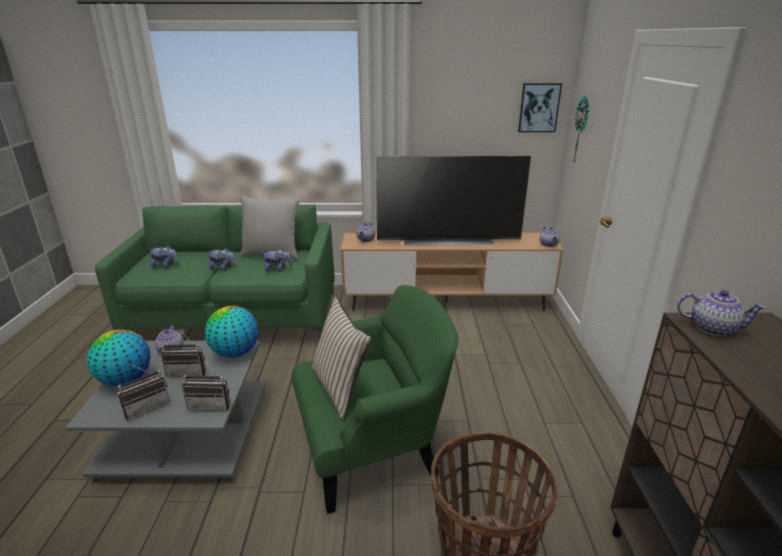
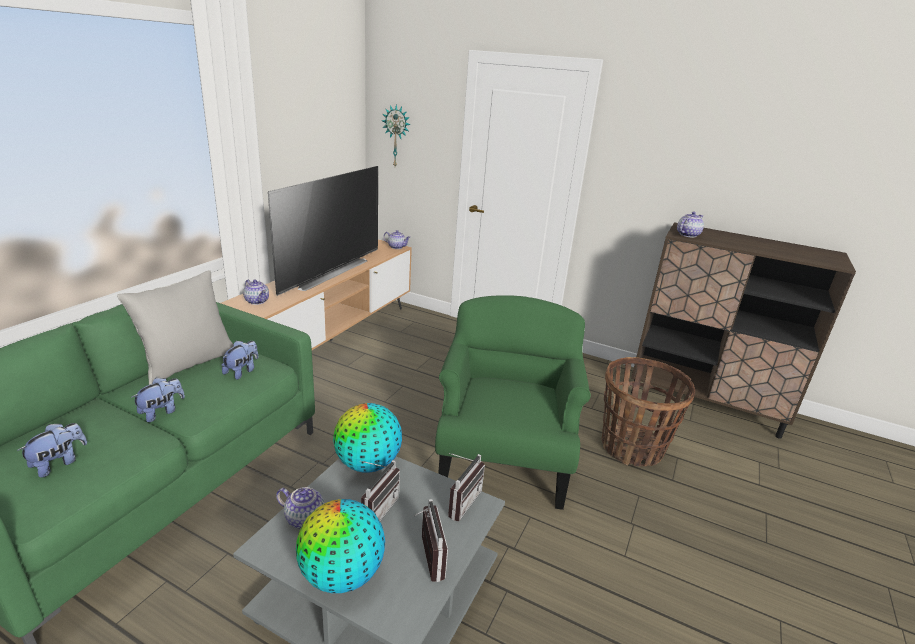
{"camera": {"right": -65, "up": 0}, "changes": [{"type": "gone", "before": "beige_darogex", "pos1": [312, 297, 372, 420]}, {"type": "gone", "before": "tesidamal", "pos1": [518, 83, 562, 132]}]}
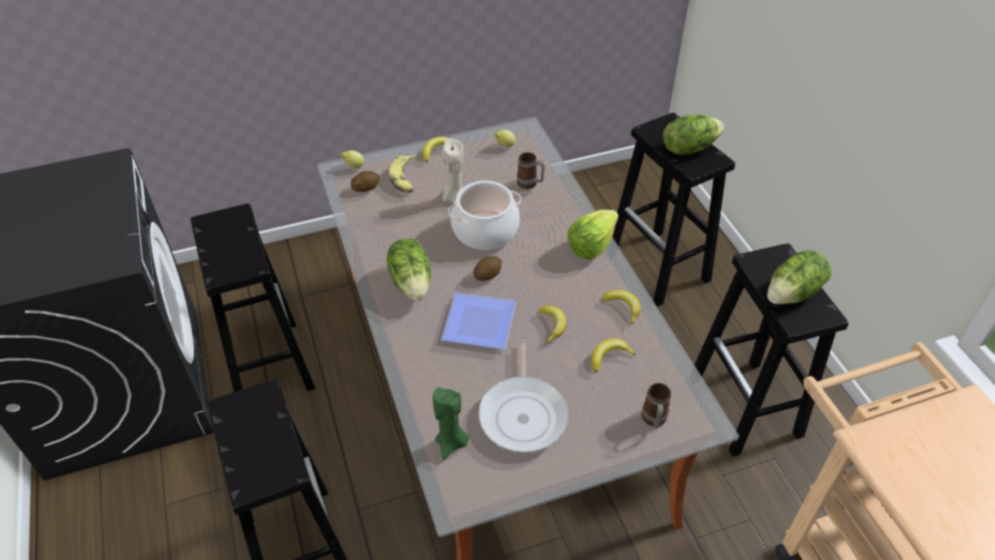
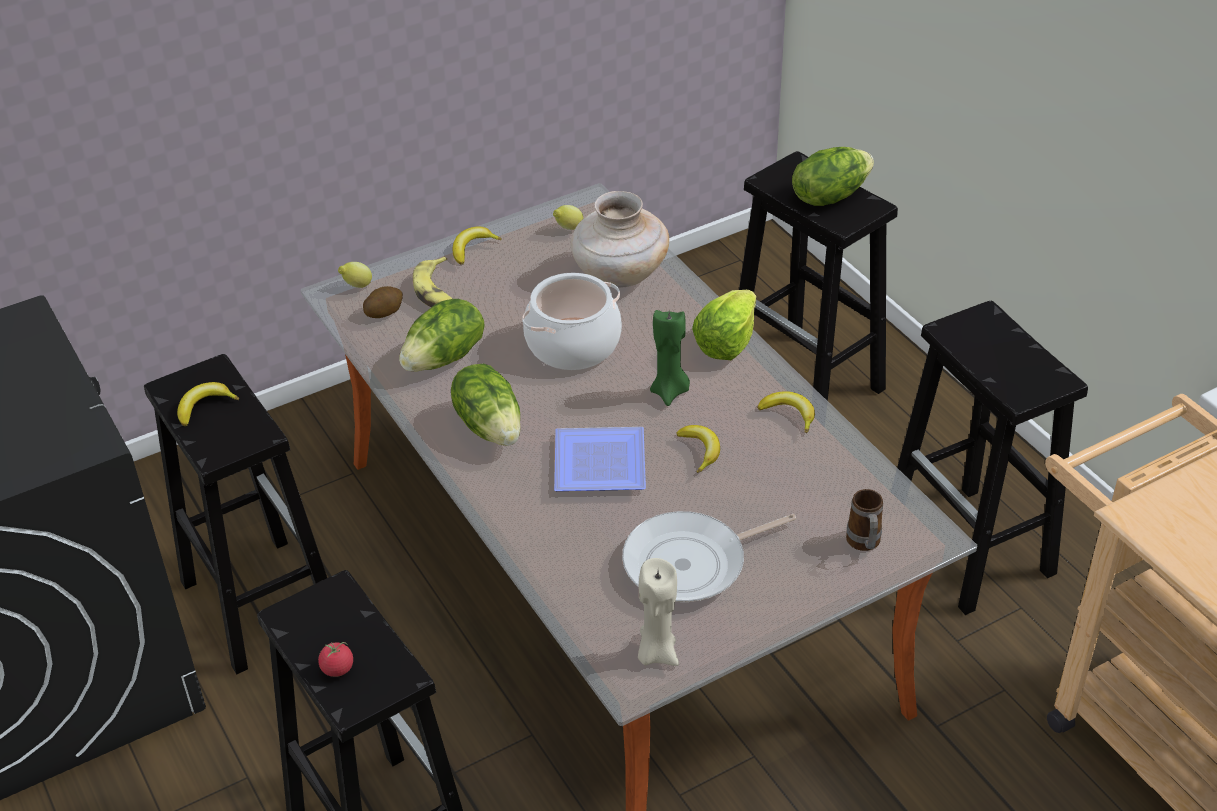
{"camera": {"right": -10, "up": -5}, "changes": [{"type": "shifted", "before": "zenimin", "pos1": [591, 338, 636, 372], "pos2": [177, 382, 239, 426]}, {"type": "new", "after": "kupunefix", "pos2": [318, 642, 353, 677]}, {"type": "shifted", "before": "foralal", "pos1": [767, 250, 831, 304], "pos2": [399, 299, 485, 372]}, {"type": "swapped", "before": "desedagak", "after": "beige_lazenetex", "pos1": [517, 152, 545, 189], "pos2": [571, 191, 669, 288]}, {"type": "rotated", "before": "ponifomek", "pos1": [478, 339, 569, 453], "pos2": [622, 511, 797, 602], "turn": 75}, {"type": "shifted", "before": "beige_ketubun", "pos1": [442, 139, 463, 203], "pos2": [638, 558, 679, 666]}, {"type": "shifted", "before": "green_ketubun", "pos1": [433, 388, 469, 460], "pos2": [650, 310, 690, 406]}, {"type": "gone", "before": "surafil", "pos1": [473, 256, 502, 281]}]}
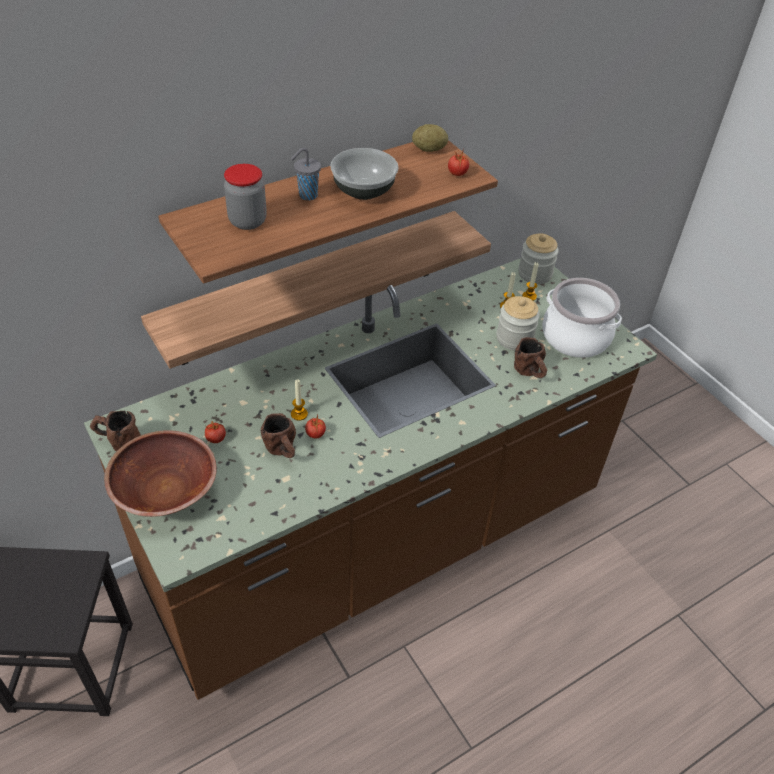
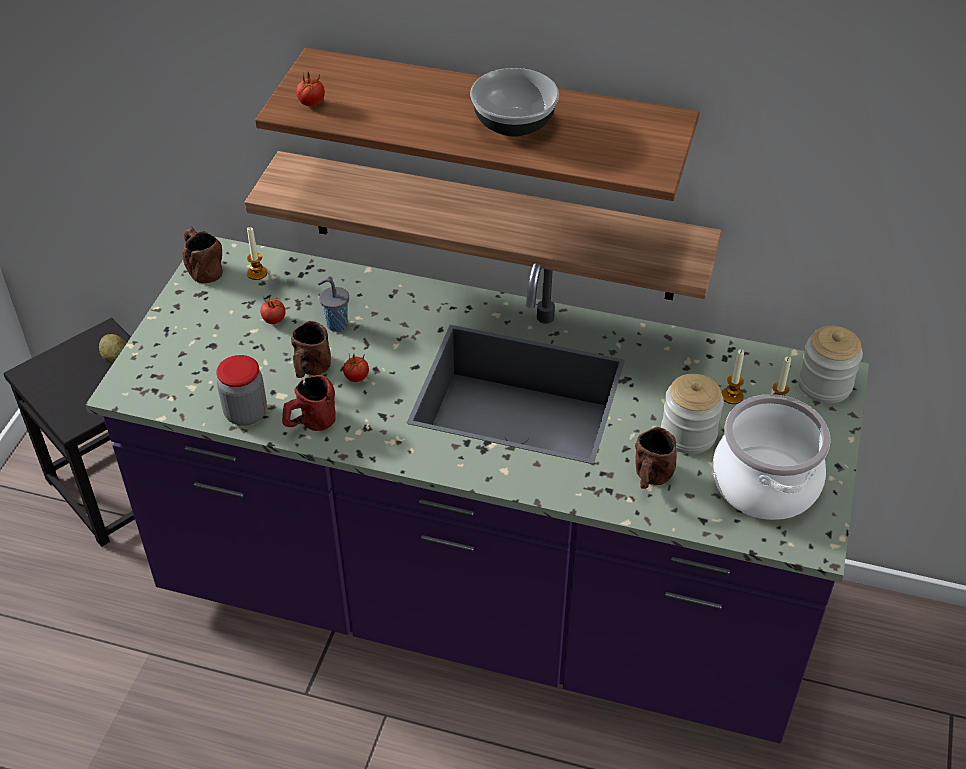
{"camera": {"right": 50, "up": 0}, "changes": [{"type": "repainted", "before": "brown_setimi", "after": "purple_setimi", "pos1": [84, 258, 657, 700], "pos2": [85, 237, 869, 744]}, {"type": "shifted", "before": "surafil", "pos1": [412, 124, 448, 152], "pos2": [99, 334, 127, 364]}, {"type": "shifted", "before": "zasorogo", "pos1": [224, 164, 267, 230], "pos2": [216, 355, 267, 426]}, {"type": "shifted", "before": "ketubun", "pos1": [291, 379, 308, 421], "pos2": [247, 227, 267, 280]}, {"type": "new", "after": "red_desedagak", "pos2": [282, 375, 336, 431]}, {"type": "shifted", "before": "kupunefix", "pos1": [448, 148, 469, 176], "pos2": [296, 72, 325, 106]}, {"type": "shifted", "before": "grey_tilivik", "pos1": [291, 148, 321, 201], "pos2": [318, 278, 349, 332]}, {"type": "gone", "before": "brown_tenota", "pos1": [104, 430, 217, 517]}]}
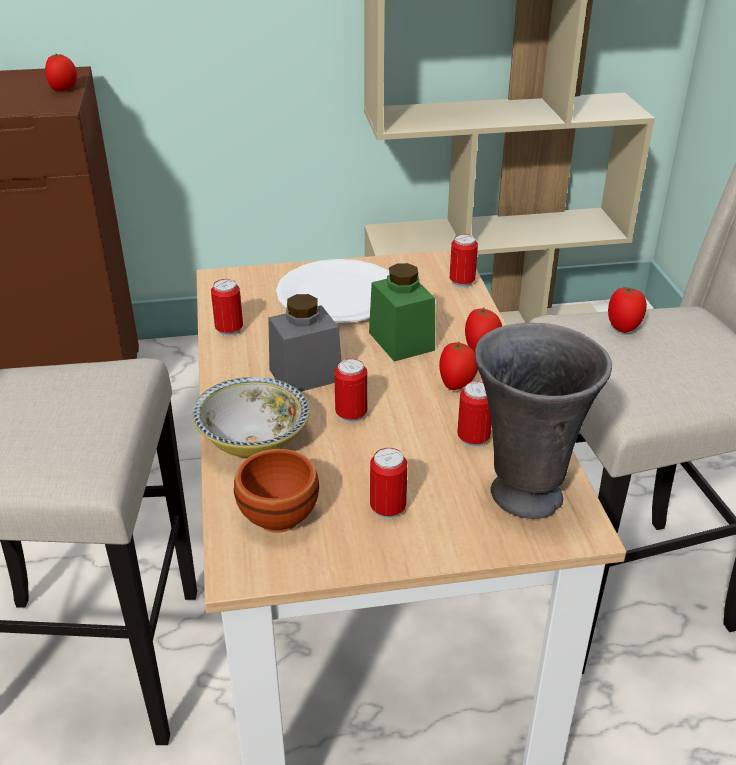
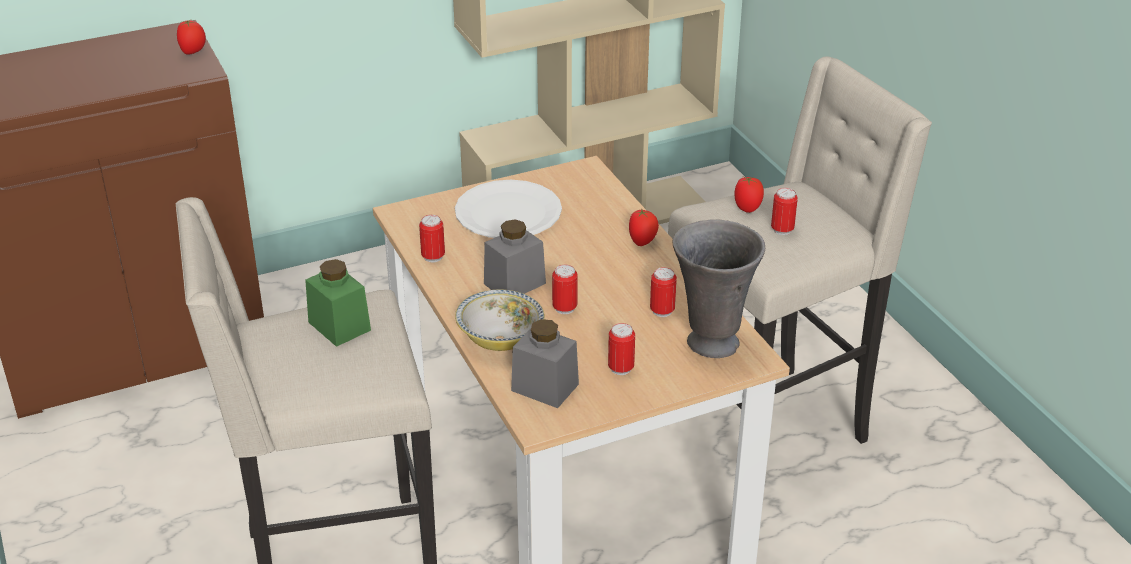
{"camera": {"right": -15, "up": 0}, "changes": [{"type": "shifted", "before": "green_zasorogo", "pos1": [369, 263, 435, 362], "pos2": [305, 259, 371, 347]}, {"type": "swapped", "before": "brown_tenota", "after": "grey_zasorogo", "pos1": [234, 449, 319, 533], "pos2": [511, 319, 579, 408]}, {"type": "shifted", "before": "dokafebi", "pos1": [450, 234, 478, 288], "pos2": [771, 188, 798, 235]}, {"type": "gone", "before": "kupunefix", "pos1": [439, 341, 478, 390]}]}
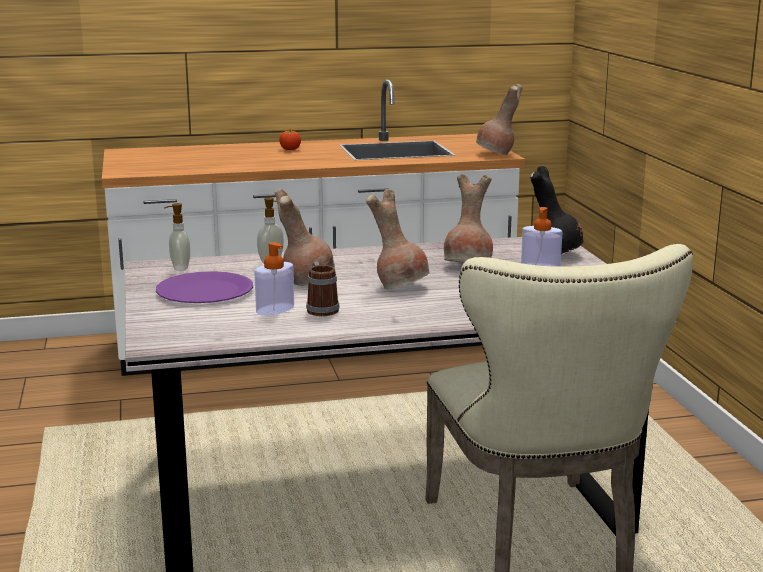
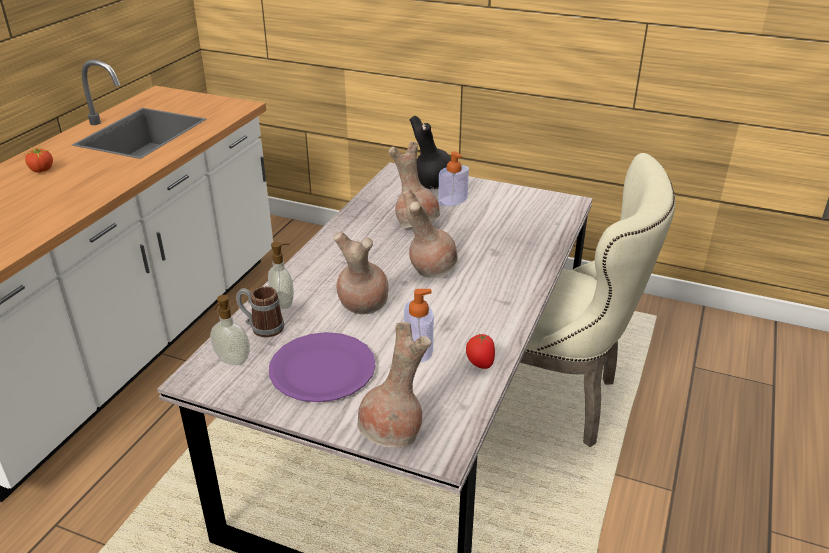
{"camera": {"right": -55, "up": 15}, "changes": [{"type": "shifted", "before": "desedagak", "pos1": [306, 262, 340, 316], "pos2": [236, 286, 284, 338]}, {"type": "shifted", "before": "brown_lazenetex", "pos1": [476, 84, 523, 155], "pos2": [357, 322, 431, 448]}, {"type": "new", "after": "kupunefix", "pos2": [466, 334, 495, 369]}]}
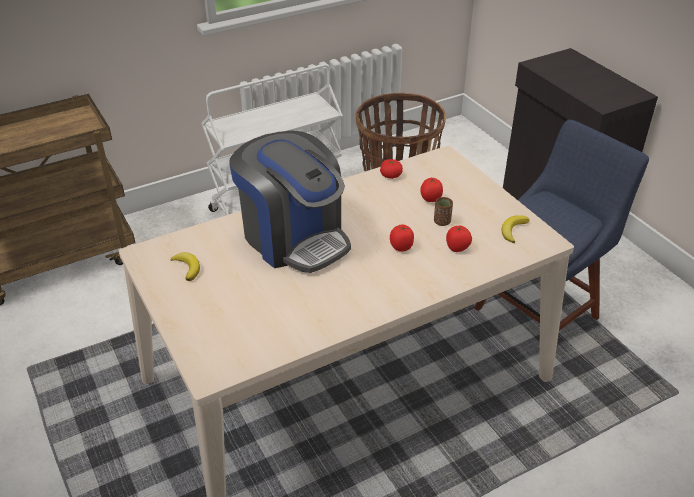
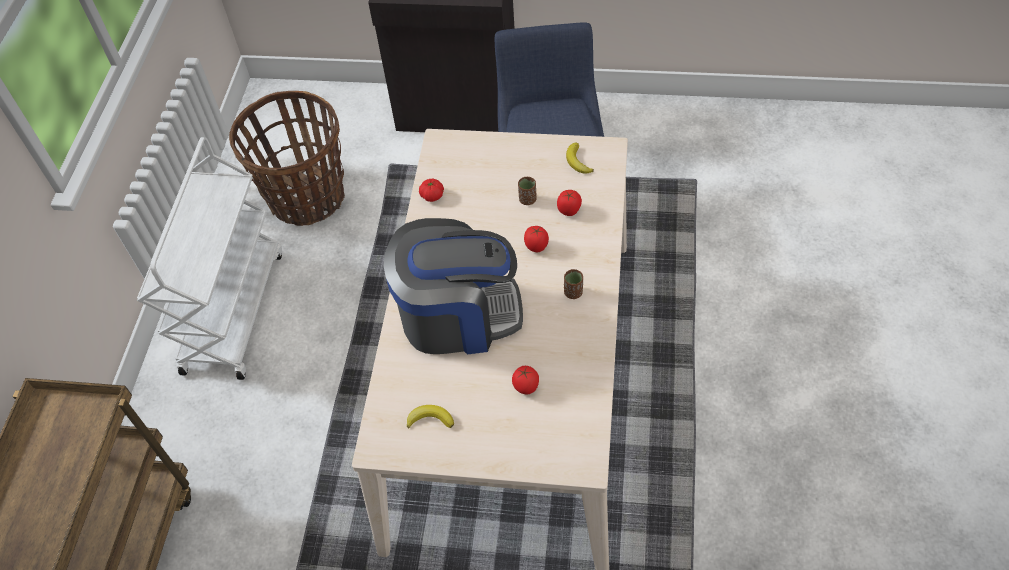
{"camera": {"right": -50, "up": 15}, "changes": [{"type": "shifted", "before": "kupunefix", "pos1": [420, 178, 443, 202], "pos2": [512, 366, 539, 395]}, {"type": "new", "after": "brown_tilivik", "pos2": [564, 269, 583, 299]}]}
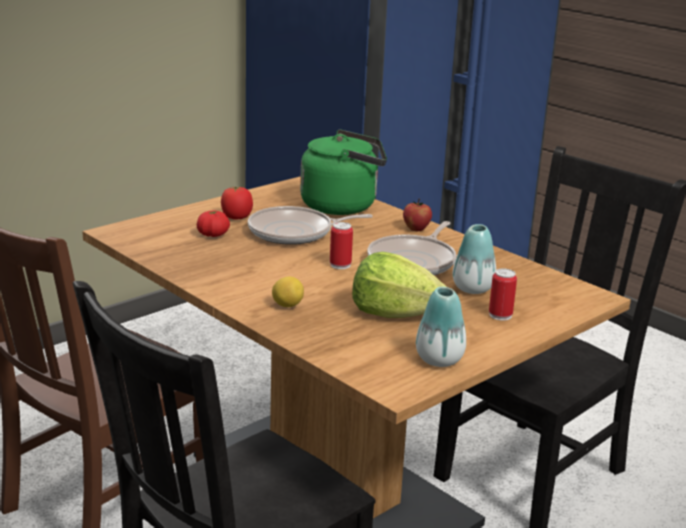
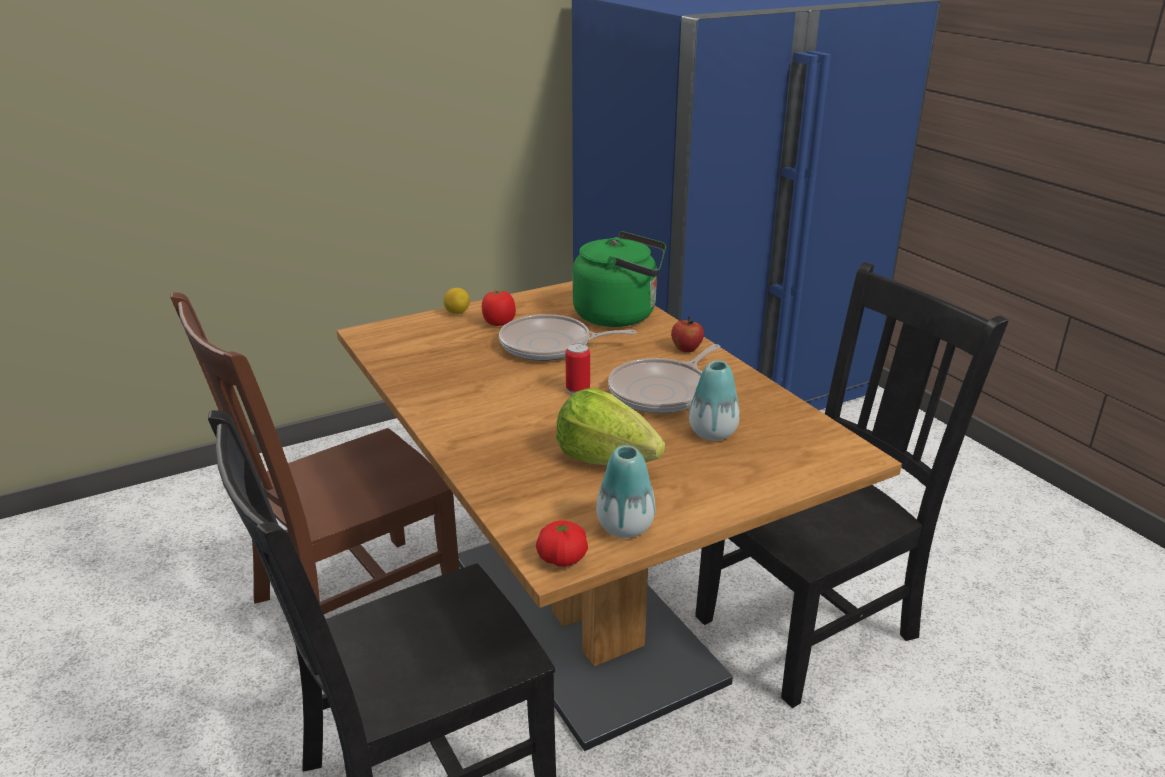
{"camera": {"right": 15, "up": 5}, "changes": [{"type": "shifted", "before": "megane", "pos1": [272, 277, 304, 307], "pos2": [443, 288, 470, 314]}, {"type": "shifted", "before": "kupunefix", "pos1": [197, 211, 230, 237], "pos2": [536, 520, 588, 567]}, {"type": "gone", "before": "dokafebi", "pos1": [489, 269, 517, 321]}]}
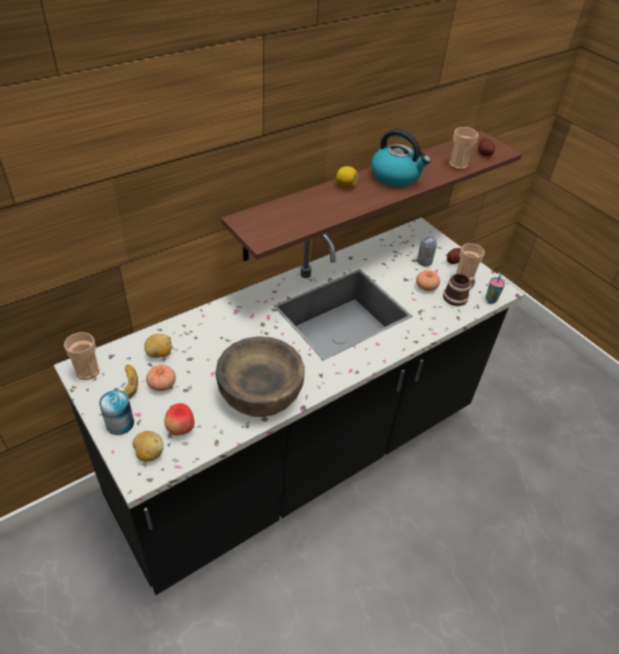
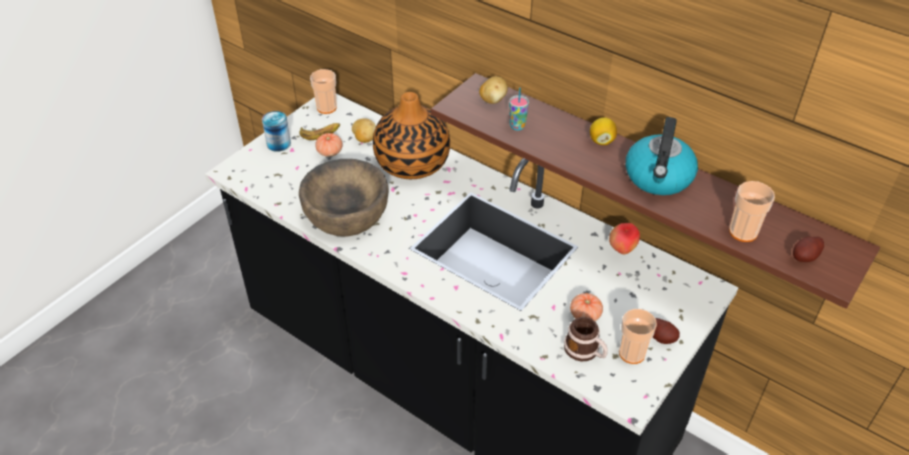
{"camera": {"right": 75, "up": 0}, "changes": [{"type": "new", "after": "lazenetex", "pos2": [373, 92, 450, 179]}, {"type": "shifted", "before": "surafil", "pos1": [133, 431, 164, 462], "pos2": [479, 76, 508, 104]}, {"type": "shifted", "before": "tilivik", "pos1": [486, 272, 505, 303], "pos2": [509, 88, 529, 130]}, {"type": "shifted", "before": "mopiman", "pos1": [164, 403, 194, 436], "pos2": [609, 223, 640, 254]}, {"type": "gone", "before": "dokafebi", "pos1": [417, 236, 437, 267]}]}
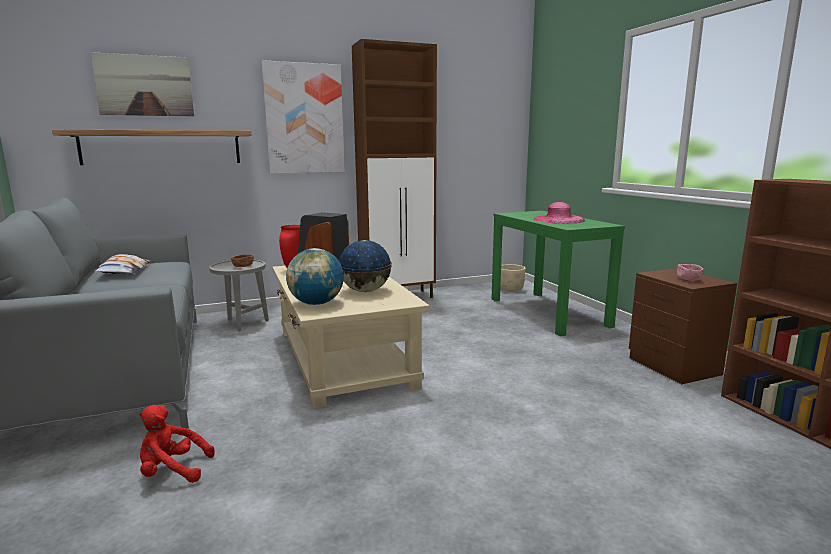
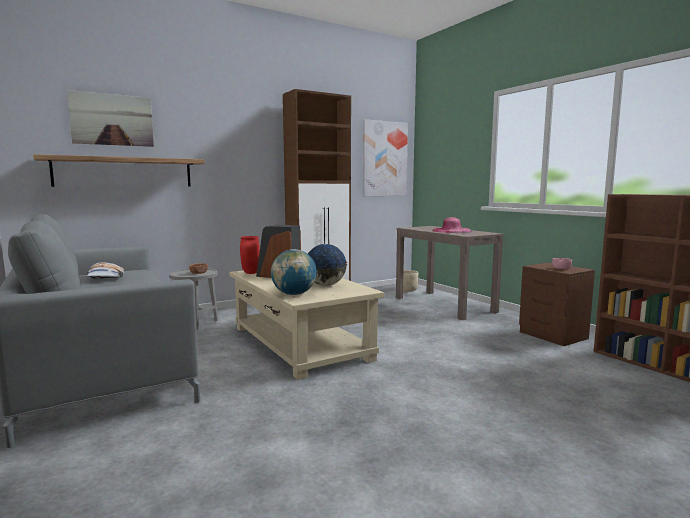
{"camera": {"right": -10, "up": -5}, "changes": [{"type": "shifted", "before": "tesidamal", "pos1": [261, 60, 345, 174], "pos2": [363, 119, 408, 196]}, {"type": "repainted", "before": "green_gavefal", "after": "brown_gavefal", "pos1": [491, 211, 625, 336], "pos2": [396, 226, 504, 320]}, {"type": "gone", "before": "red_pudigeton", "pos1": [139, 405, 215, 483]}]}
